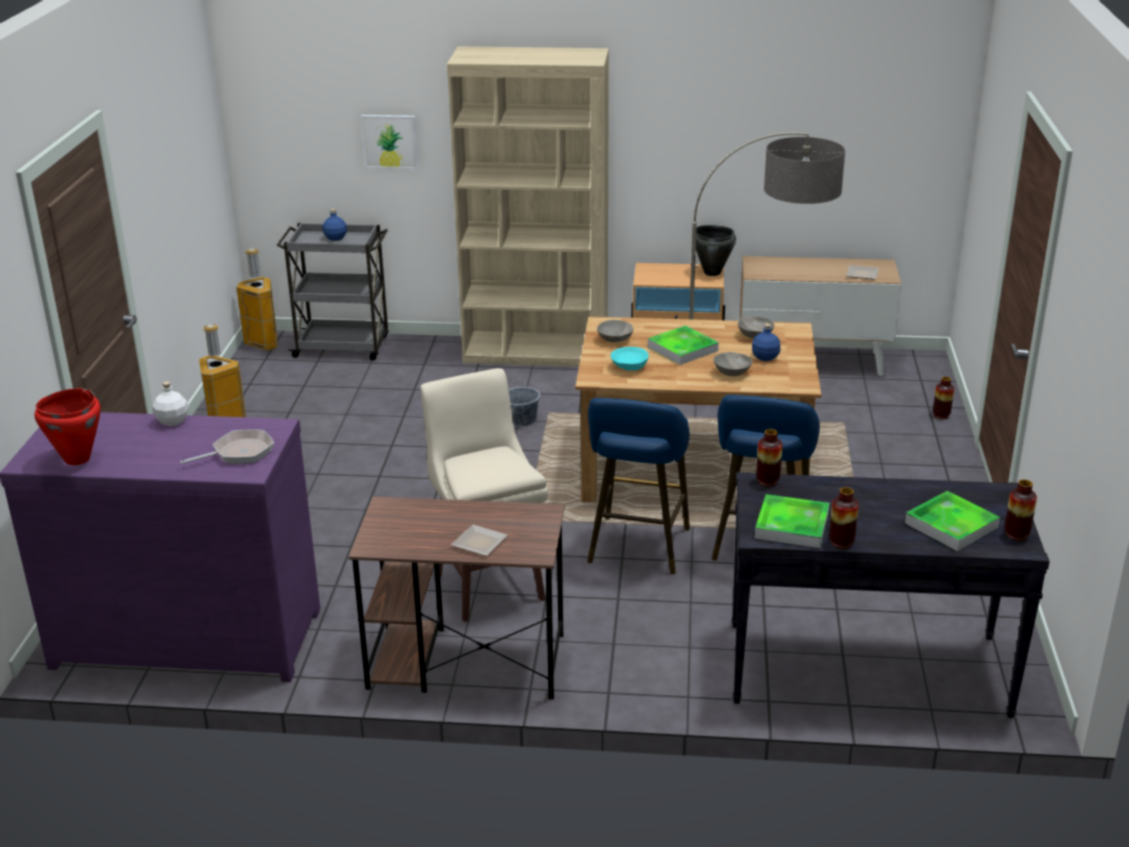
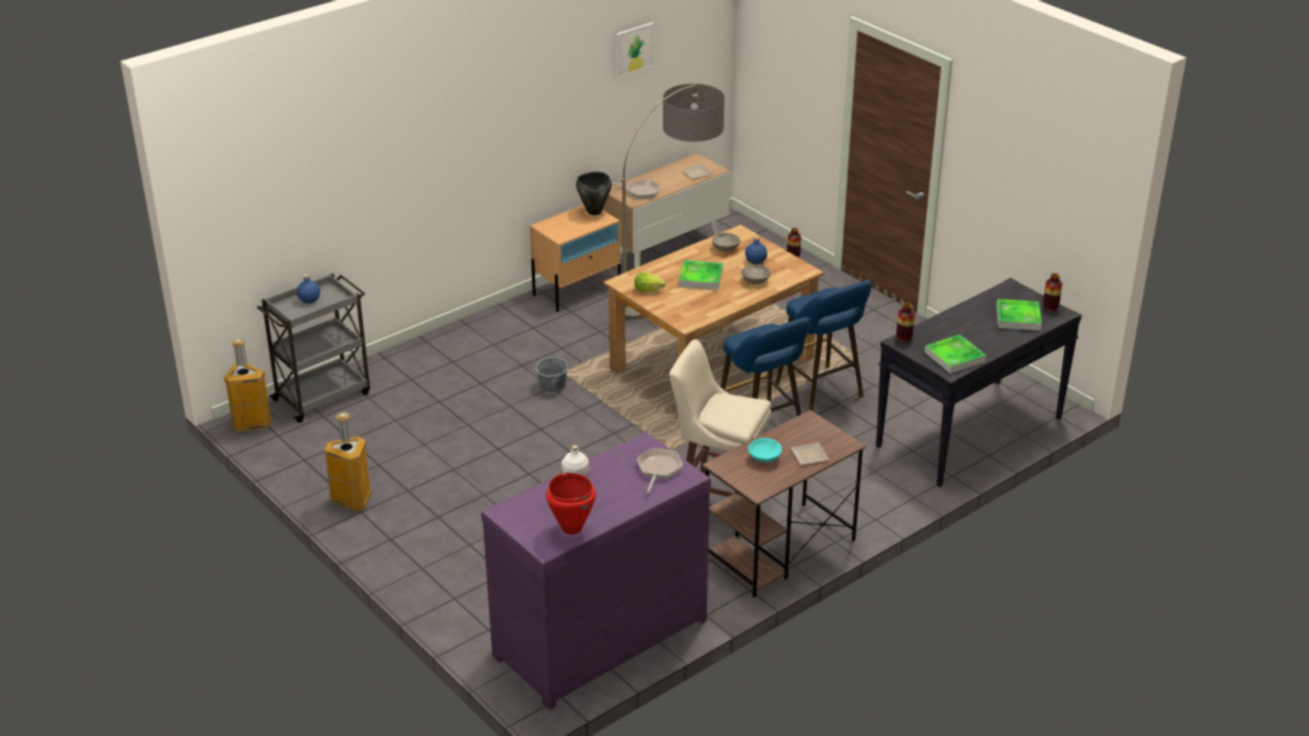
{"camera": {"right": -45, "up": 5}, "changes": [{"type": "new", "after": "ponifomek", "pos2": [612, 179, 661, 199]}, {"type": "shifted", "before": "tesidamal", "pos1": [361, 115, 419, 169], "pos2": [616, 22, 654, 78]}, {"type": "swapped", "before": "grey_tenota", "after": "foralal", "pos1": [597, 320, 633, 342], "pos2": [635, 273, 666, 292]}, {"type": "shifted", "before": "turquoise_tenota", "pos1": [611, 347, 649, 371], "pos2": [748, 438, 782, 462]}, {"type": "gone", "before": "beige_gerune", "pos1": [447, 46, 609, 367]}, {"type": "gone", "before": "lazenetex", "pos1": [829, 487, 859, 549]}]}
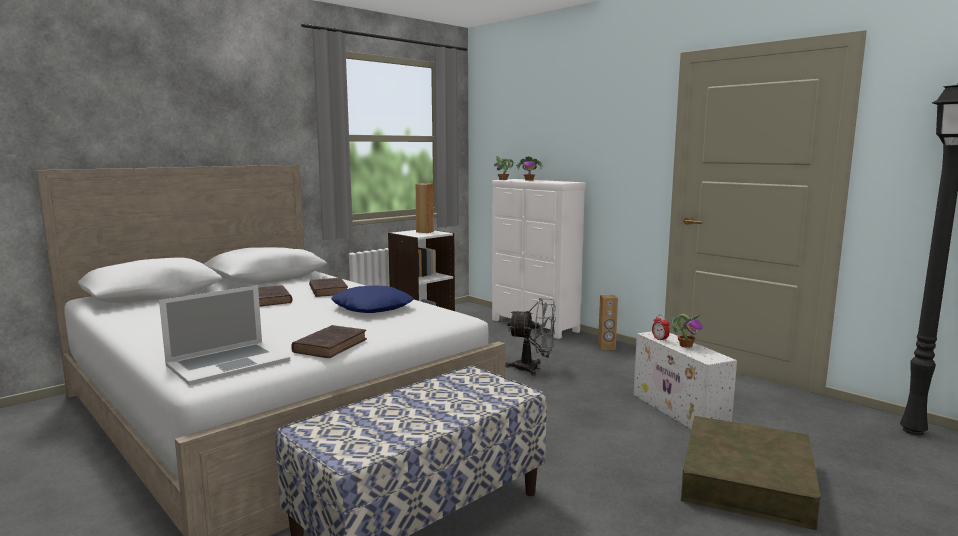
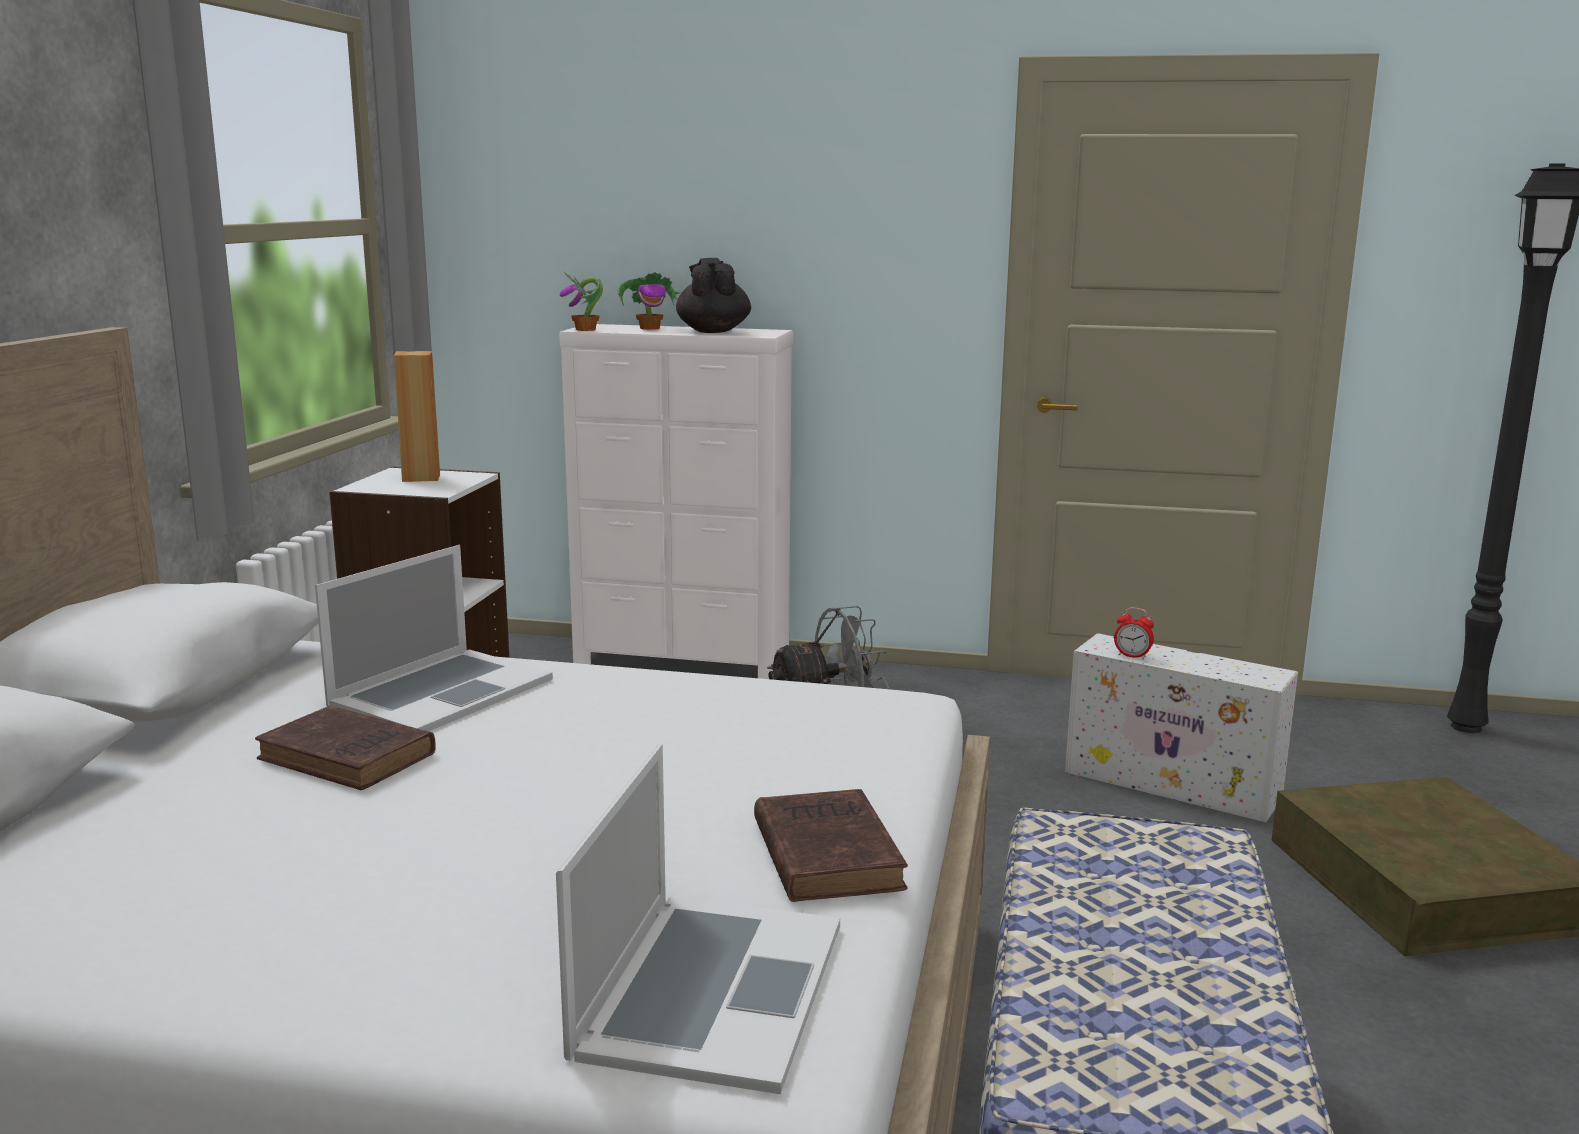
{"camera": {"right": -35, "up": 5}, "changes": [{"type": "swapped", "before": "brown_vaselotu", "after": "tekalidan", "pos1": [309, 278, 348, 297], "pos2": [315, 545, 553, 731]}, {"type": "new", "after": "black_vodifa", "pos2": [676, 258, 751, 333]}, {"type": "gone", "before": "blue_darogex", "pos1": [331, 285, 413, 313]}, {"type": "gone", "before": "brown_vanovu", "pos1": [598, 295, 618, 350]}, {"type": "gone", "before": "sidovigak", "pos1": [672, 314, 703, 348]}]}
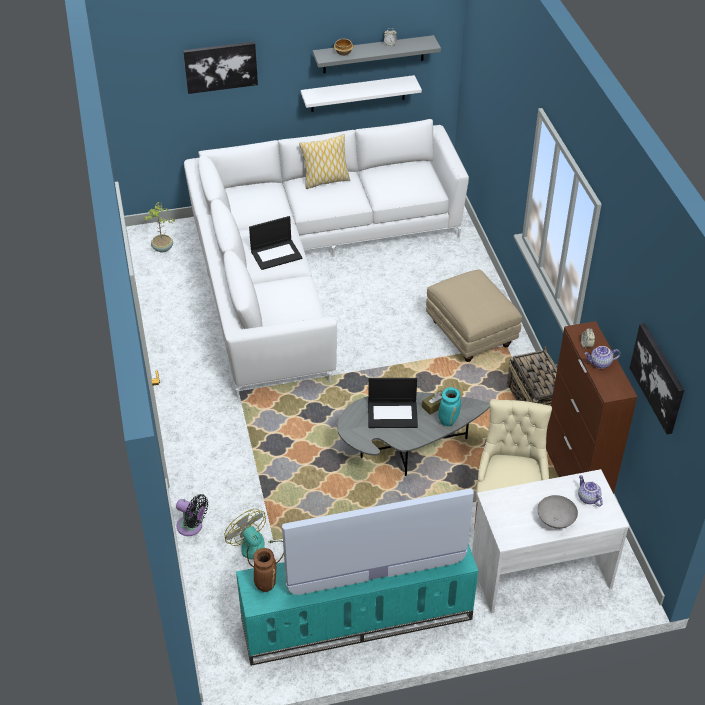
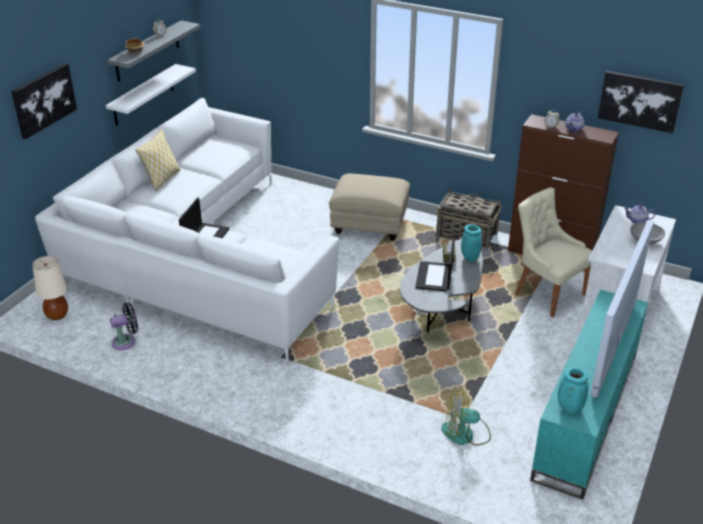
{"camera": {"right": -50, "up": -10}, "changes": [{"type": "swapped", "before": "sidovigak", "after": "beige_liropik", "pos1": [144, 202, 175, 253], "pos2": [32, 256, 68, 320]}, {"type": "shifted", "before": "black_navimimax", "pos1": [176, 494, 208, 536], "pos2": [110, 303, 138, 350]}, {"type": "rotated", "before": "tekalidan", "pos1": [368, 378, 418, 428], "pos2": [415, 239, 454, 292], "turn": 150}, {"type": "repainted", "before": "brown_lazenetex", "after": "turquoise_lazenetex", "pos1": [253, 548, 276, 592], "pos2": [558, 367, 589, 414]}]}
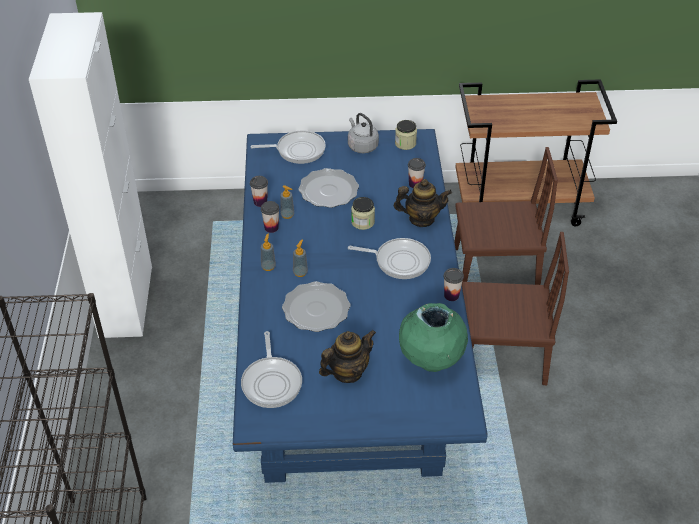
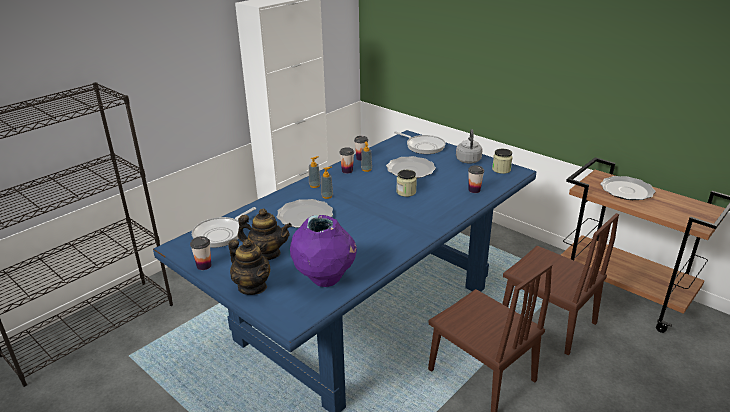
{"camera": {"right": 45, "up": -15}, "changes": [{"type": "shifted", "before": "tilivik", "pos1": [444, 268, 464, 301], "pos2": [190, 236, 211, 270]}, {"type": "shifted", "before": "vodifa", "pos1": [394, 179, 452, 227], "pos2": [229, 239, 270, 295]}, {"type": "repainted", "before": "green_lazenetex", "after": "purple_lazenetex", "pos1": [399, 303, 468, 372], "pos2": [290, 215, 357, 287]}, {"type": "new", "after": "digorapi", "pos2": [600, 176, 655, 200]}, {"type": "gone", "before": "ponifomek", "pos1": [348, 238, 431, 279]}]}
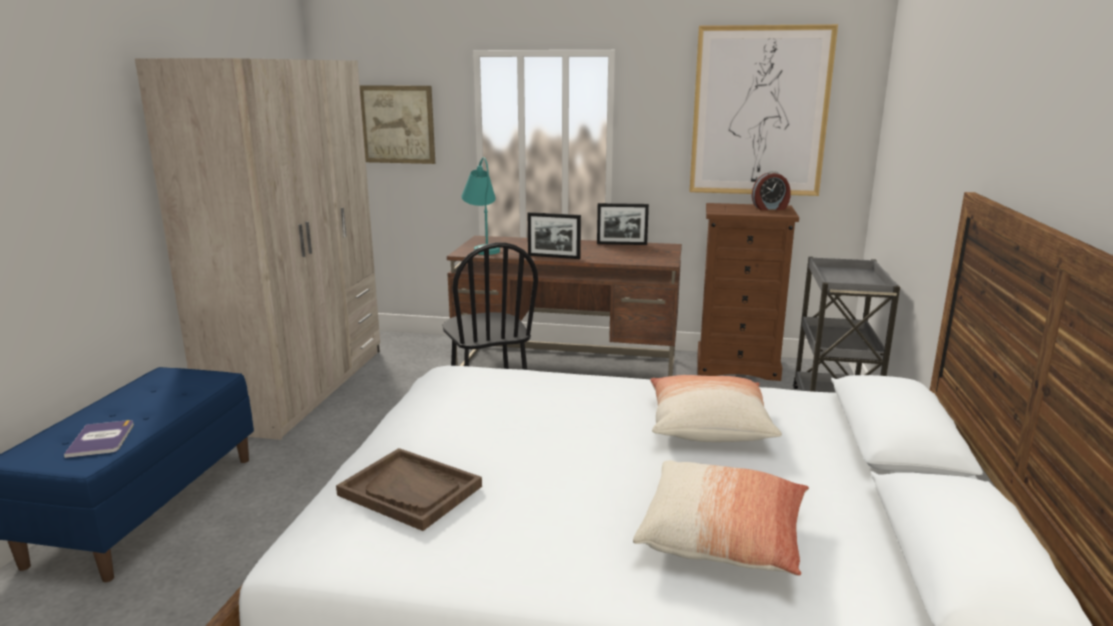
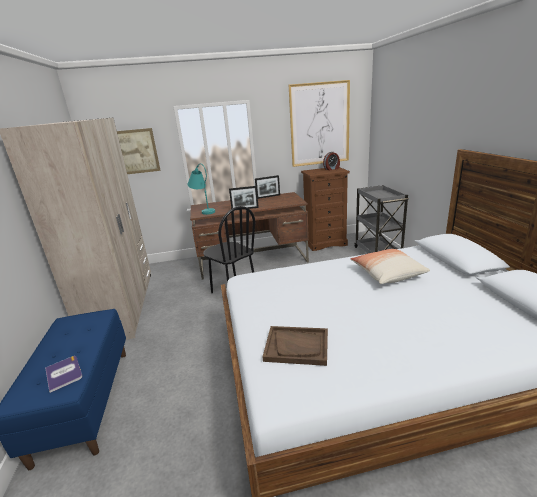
{"camera": {"right": -20, "up": 5}, "changes": [{"type": "gone", "before": "darogex", "pos1": [633, 460, 809, 576]}]}
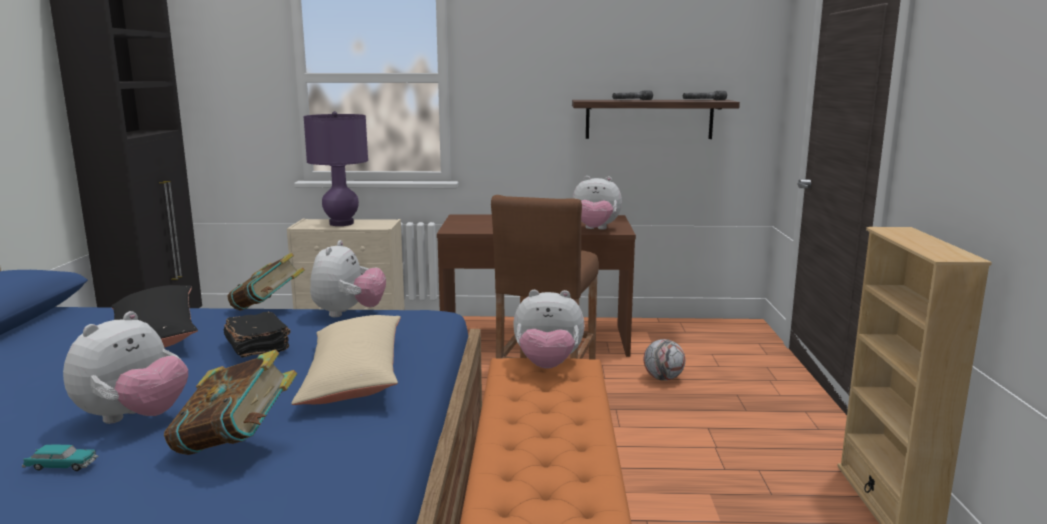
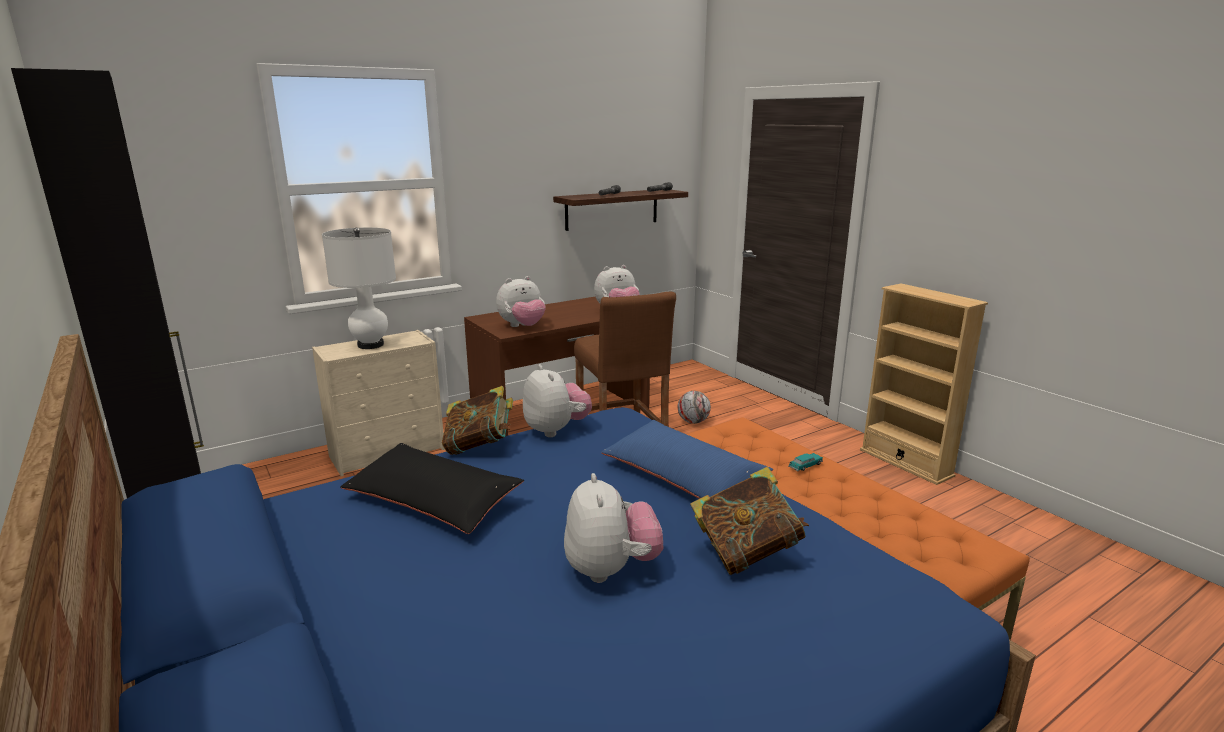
{"camera": {"right": -35, "up": 5}, "changes": [{"type": "repainted", "before": "purple_liropik", "after": "white_liropik", "pos1": [303, 111, 368, 226], "pos2": [322, 227, 396, 349]}, {"type": "shifted", "before": "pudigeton", "pos1": [513, 290, 585, 369], "pos2": [496, 276, 546, 327]}, {"type": "repainted", "before": "beige_darogex", "after": "blue_darogex", "pos1": [291, 315, 401, 405], "pos2": [601, 420, 773, 499]}, {"type": "shifted", "before": "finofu", "pos1": [22, 445, 99, 471], "pos2": [788, 453, 823, 472]}, {"type": "gone", "before": "black_vaselotu", "pos1": [223, 311, 291, 357]}]}
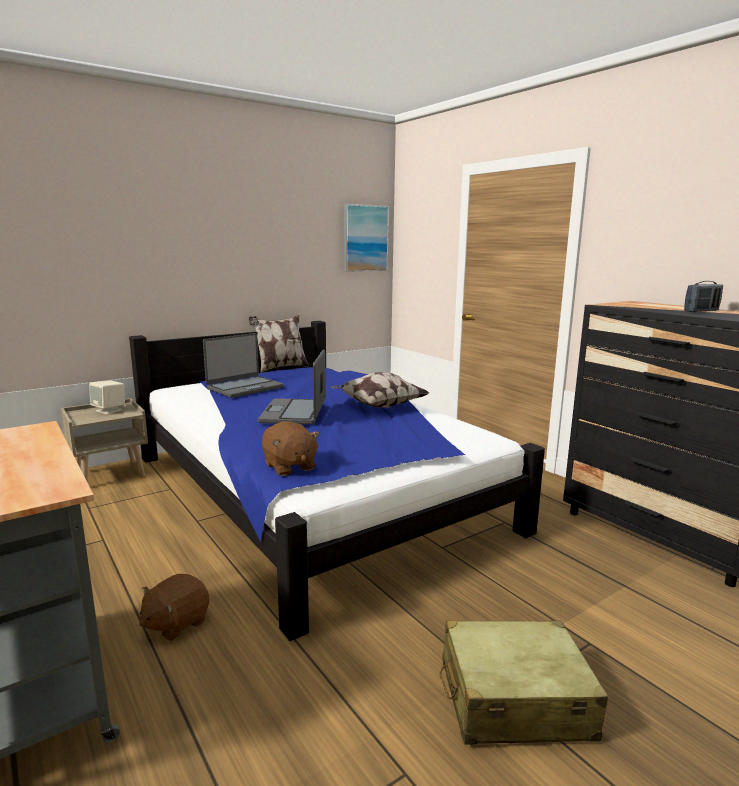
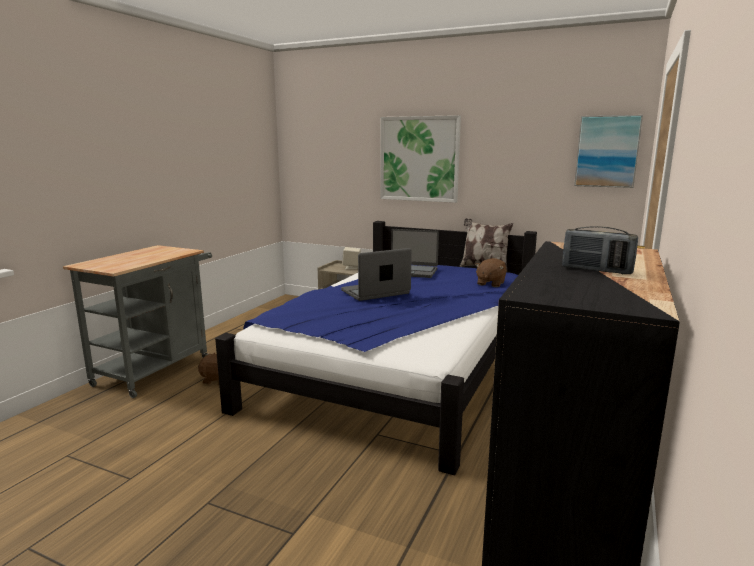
{"camera": {"right": 60, "up": 0}, "changes": [{"type": "new", "after": "tesidamal", "pos2": [380, 115, 461, 203]}, {"type": "shifted", "before": "brown_pudigeton", "pos1": [262, 422, 320, 476], "pos2": [475, 258, 507, 287]}, {"type": "gone", "before": "darogex", "pos1": [331, 372, 429, 408]}, {"type": "gone", "before": "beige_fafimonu", "pos1": [440, 620, 608, 745]}]}
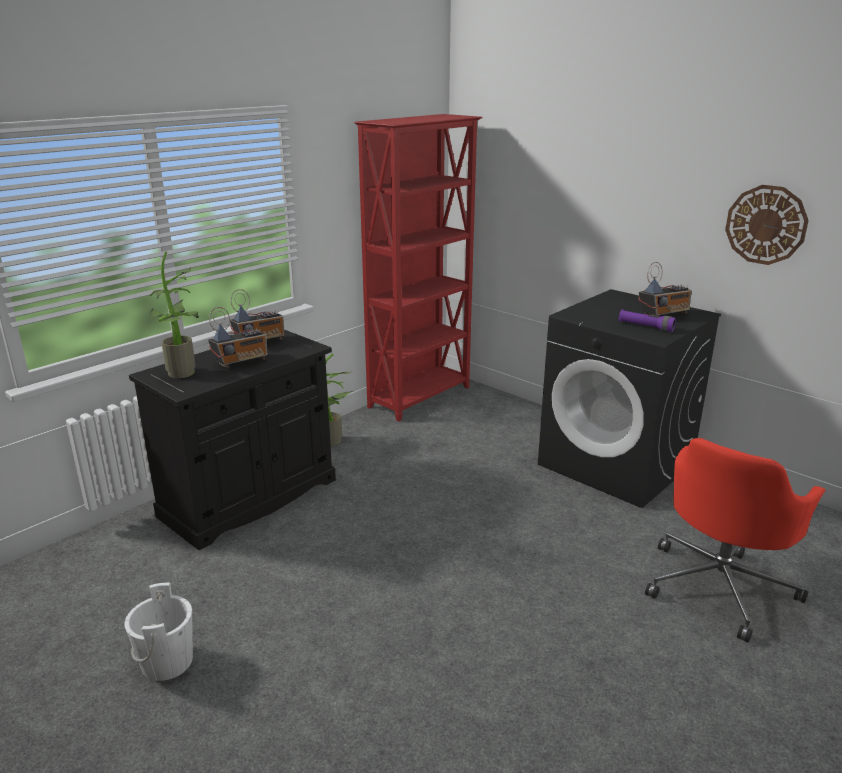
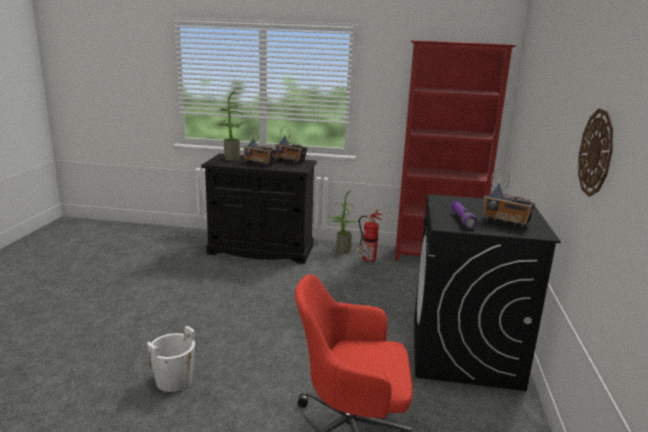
{"camera": {"right": 55, "up": -5}, "changes": [{"type": "shifted", "before": "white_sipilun", "pos1": [125, 583, 193, 681], "pos2": [147, 326, 195, 392]}, {"type": "new", "after": "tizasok", "pos2": [356, 209, 383, 262]}]}
